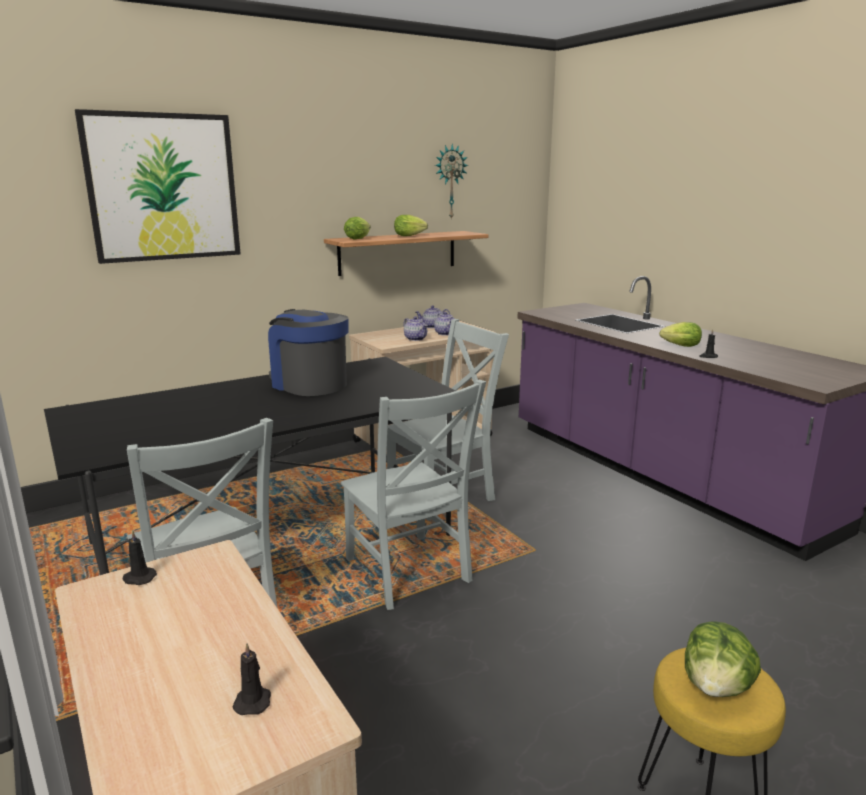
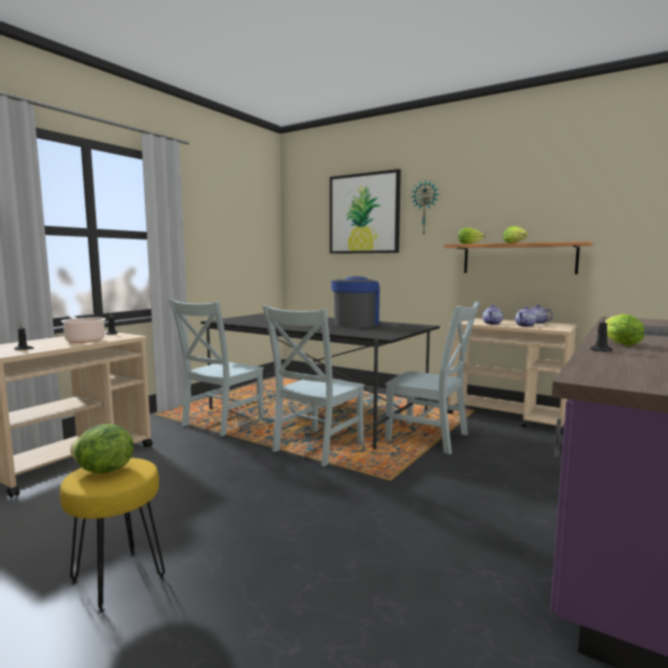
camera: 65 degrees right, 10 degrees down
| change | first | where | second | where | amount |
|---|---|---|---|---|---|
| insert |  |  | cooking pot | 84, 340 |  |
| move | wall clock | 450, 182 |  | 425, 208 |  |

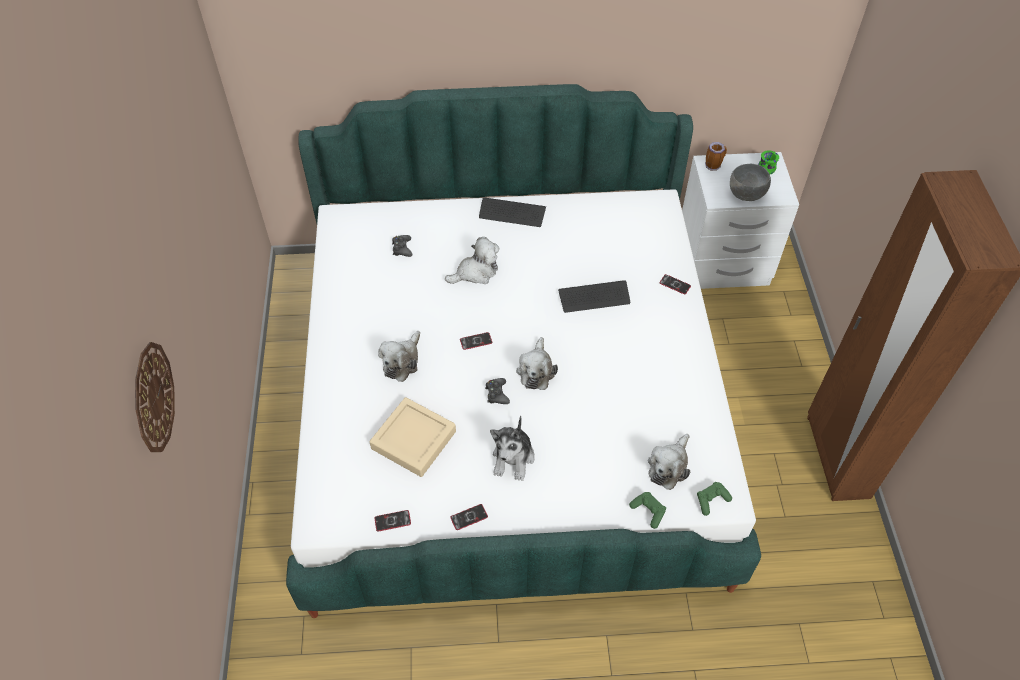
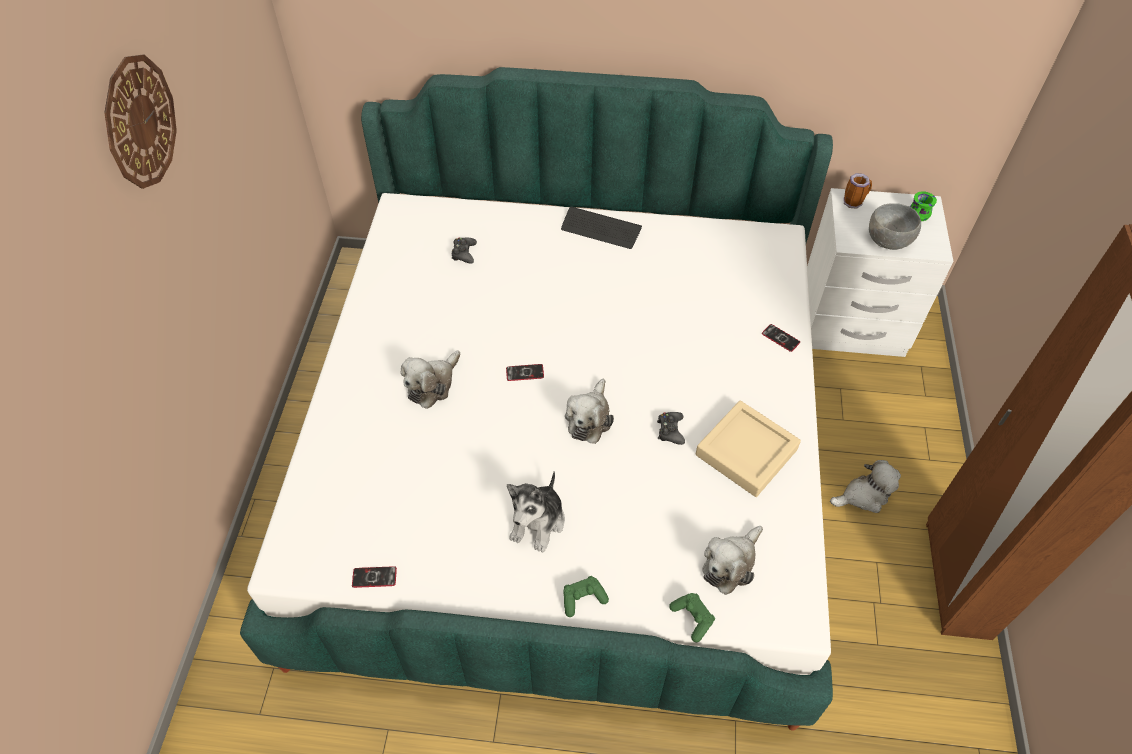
camera: 10 degrees right, 0 degrees up
| change | first | where | second | where | amount |
|---|---|---|---|---|---|
| move | wall clock | 153, 397 |  | 140, 122 |  |
| move | game controller (green) | 711, 500 |  | 583, 598 |  |
| move | game controller (black) | 497, 394 |  | 670, 430 |  |
| move | tray (beige) | 413, 440 |  | 746, 452 |  |
| move | plush toy | 476, 272 |  | 864, 495 |  |
| delete | phone | 469, 517 |  |  |  |
| delete | keyboard | 594, 297 |  |  |  |

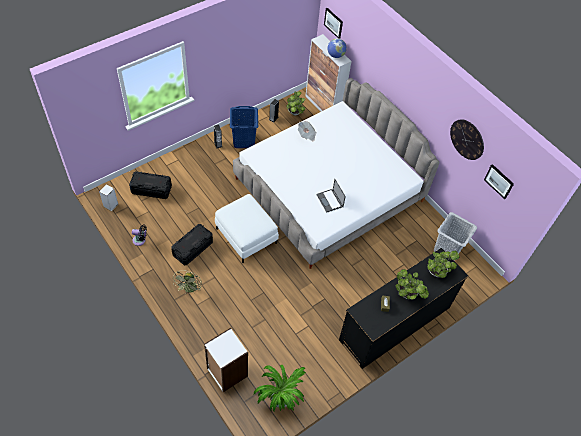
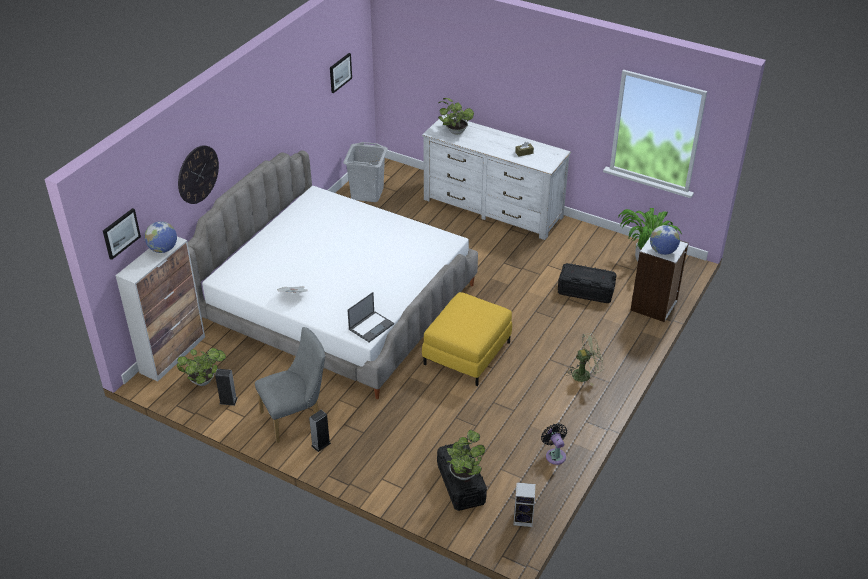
camera: 110 degrees left, 15 degrees down
| change | first | where | second | where | amount |
|---|---|---|---|---|---|
| move | wall clock | 467, 139 |  | 198, 174 |  |
| replace | laundry basket (blue) | 243, 141 | chair (grey) | 296, 417 |  |
| move | laptop | 330, 201 |  | 371, 326 |  |
| recolor | dresser (black) | 395, 323 | dresser (white) | 493, 208 |  |
| recolor | ottoman (white) | 246, 235 | ottoman (yellow) | 467, 353 |  |
| move | potted plant | 408, 294 |  | 464, 472 |  |
| move | storage box (black) | 192, 248 |  | 586, 291 |  |
| insert |  |  | globe | 662, 251 |  |

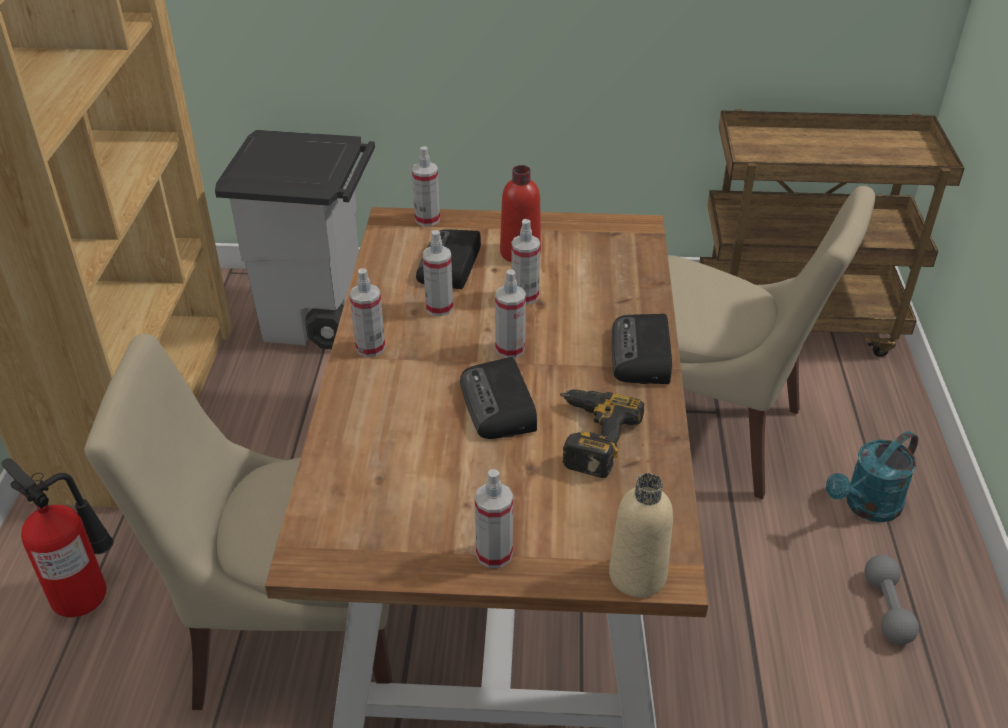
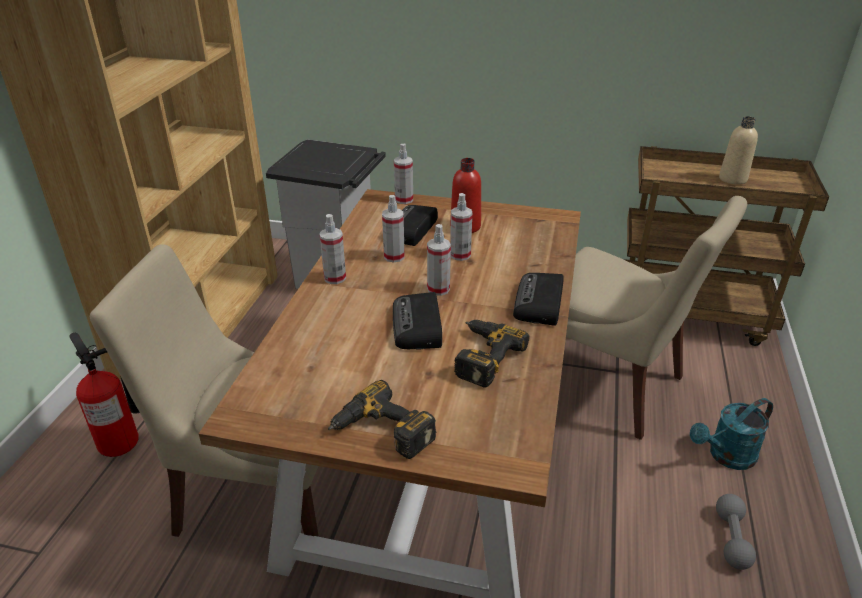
camera: 10 degrees right, 5 degrees down
| change | first | where | second | where | amount |
|---|---|---|---|---|---|
| replace | spray bottle | 494, 554 | power drill | 381, 433 |  |
| move | bottle (beige) | 637, 575 |  | 732, 179 |  |

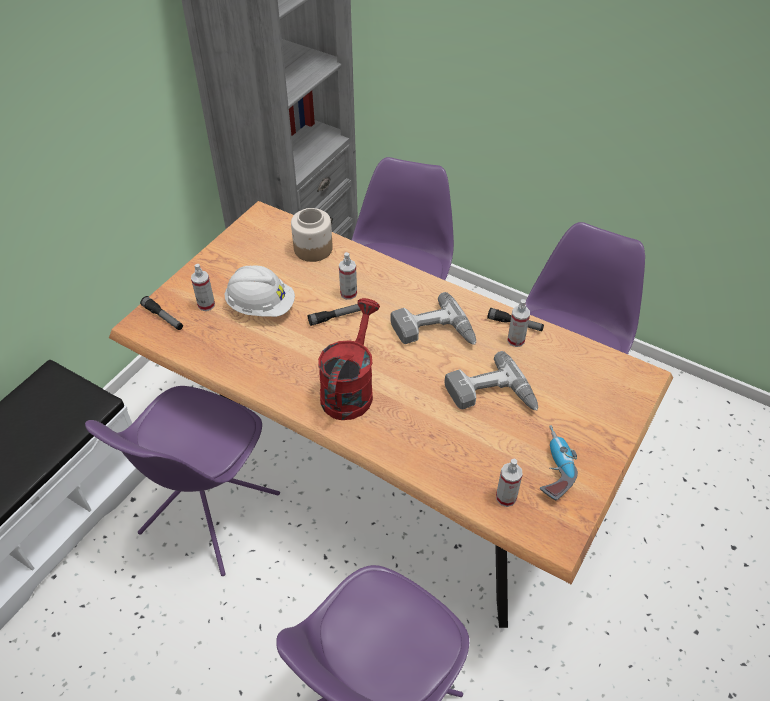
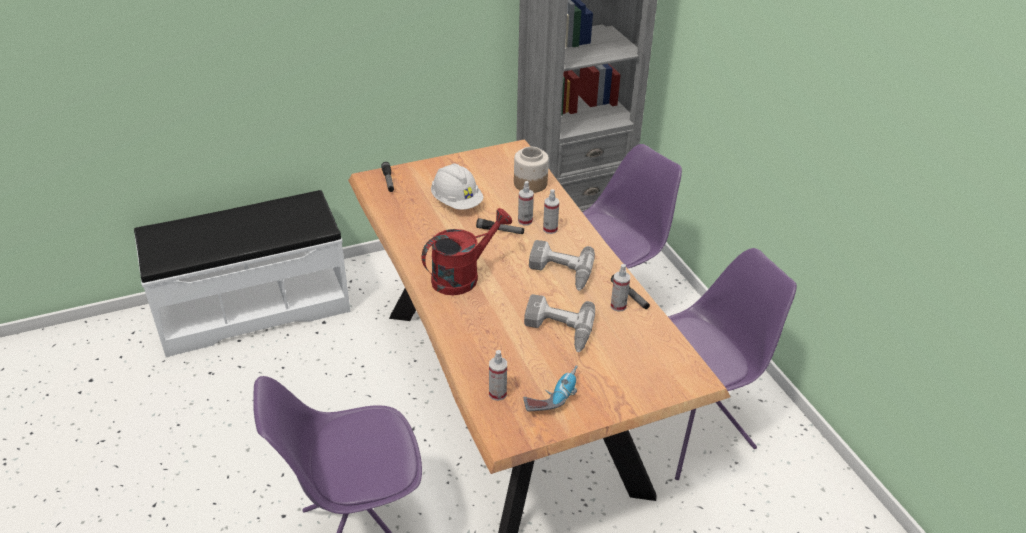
camera: 35 degrees right, 10 degrees down
| change | first | where | second | where | amount |
|---|---|---|---|---|---|
| move | spray bottle | 206, 305 |  | 550, 229 |  |
| delete | chair (purple) | 208, 515 |  |  |  |

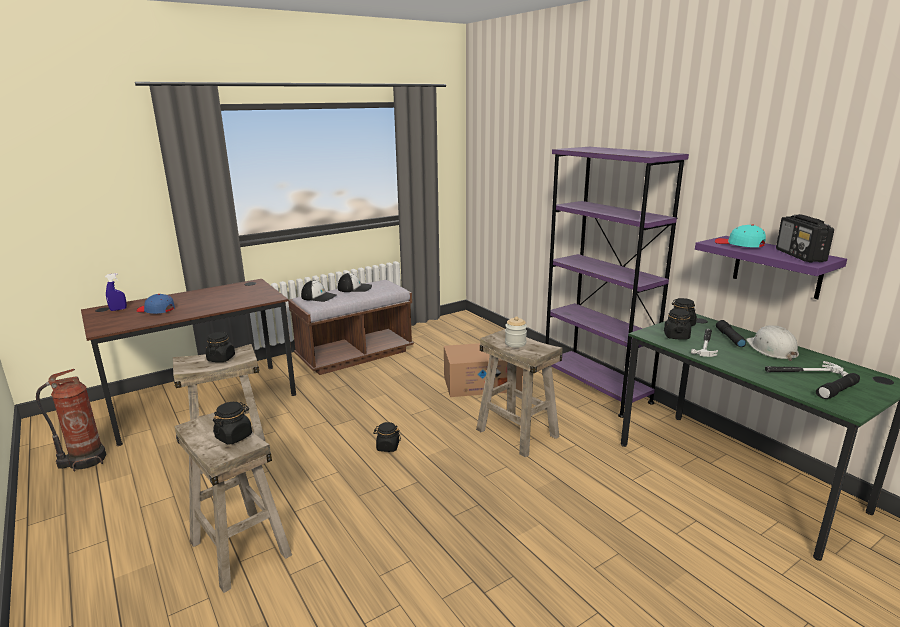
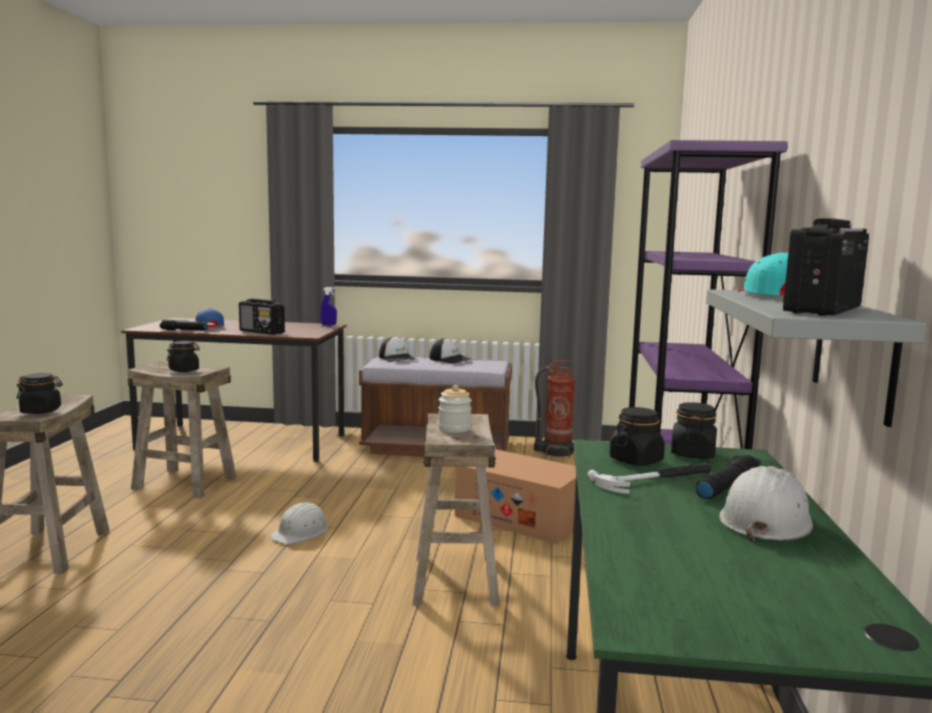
camera: 40 degrees right, 10 degrees down
| change | first | where | second | where | amount |
|---|---|---|---|---|---|
| move | flashlight (black) | 837, 391 |  | 183, 330 |  |
| insert |  |  | radio | 262, 332 |  |
| replace | jar (black) | 387, 447 | hard hat (white) | 300, 532 |  |
| move | spray bottle (blue) | 118, 309 |  | 328, 325 |  |
| move | fire extinguisher | 85, 460 |  | 555, 452 |  |
| recolor | shelf (purple) | 777, 267 | shelf (grey) | 854, 353 |  |
| delete | hammer | 802, 372 |  |  |  |

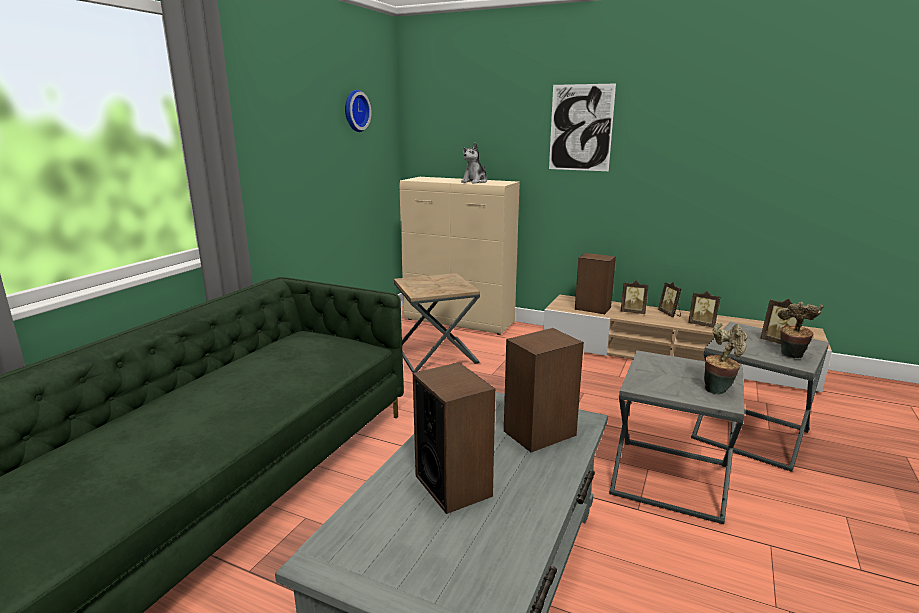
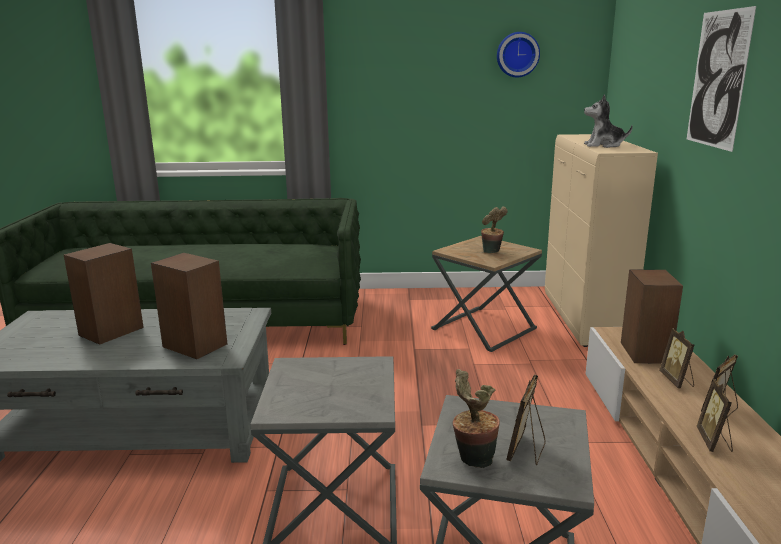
camera: 65 degrees right, 0 degrees up
| change | first | where | second | where | amount |
|---|---|---|---|---|---|
| move | potted plant | 719, 389 |  | 492, 252 |  |

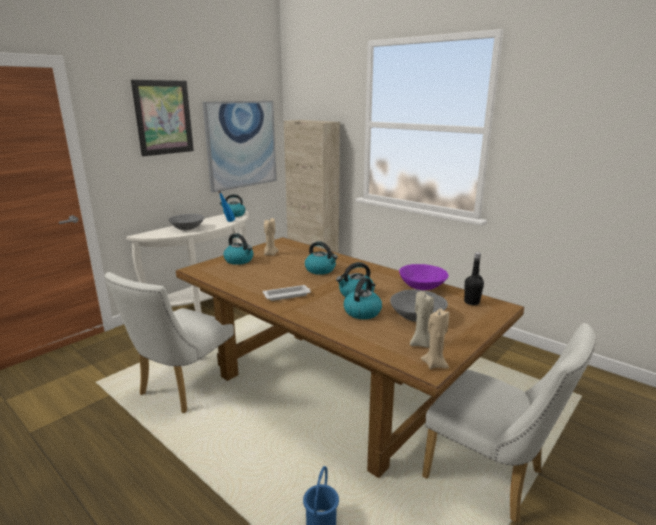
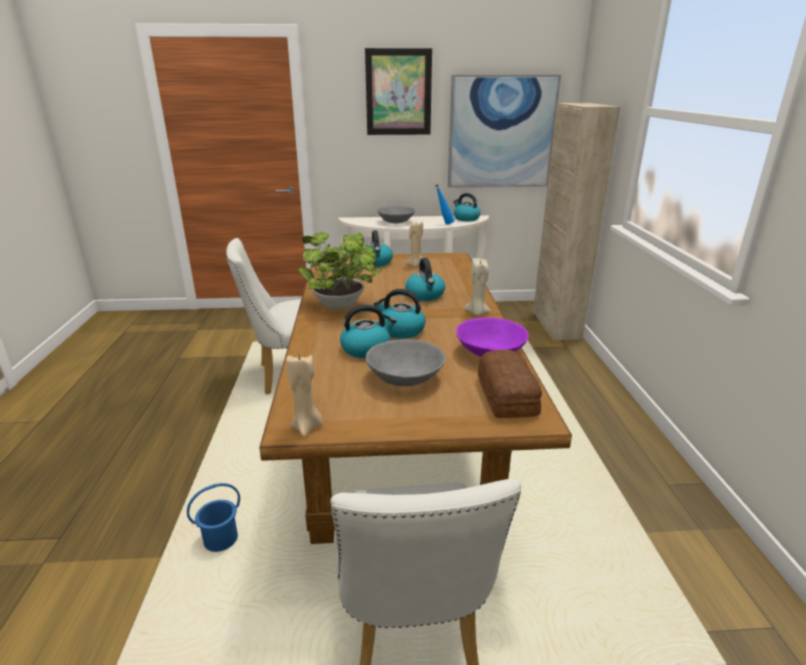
camera: 45 degrees right, 5 degrees up
| change | first | where | second | where | amount |
|---|---|---|---|---|---|
| replace | tray (white) | 287, 295 | potted plant | 342, 307 |  |
| move | candle (beige) | 421, 344 |  | 477, 313 |  |
| replace | bottle (black) | 471, 302 | bread | 507, 395 |  |

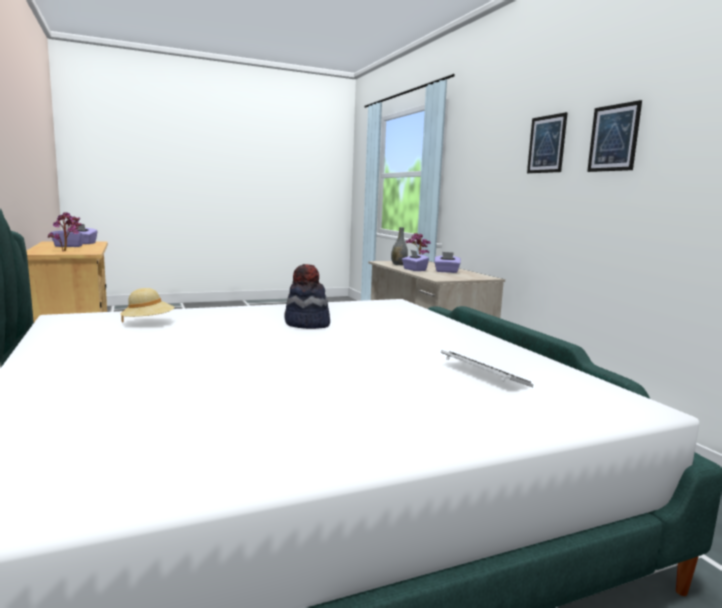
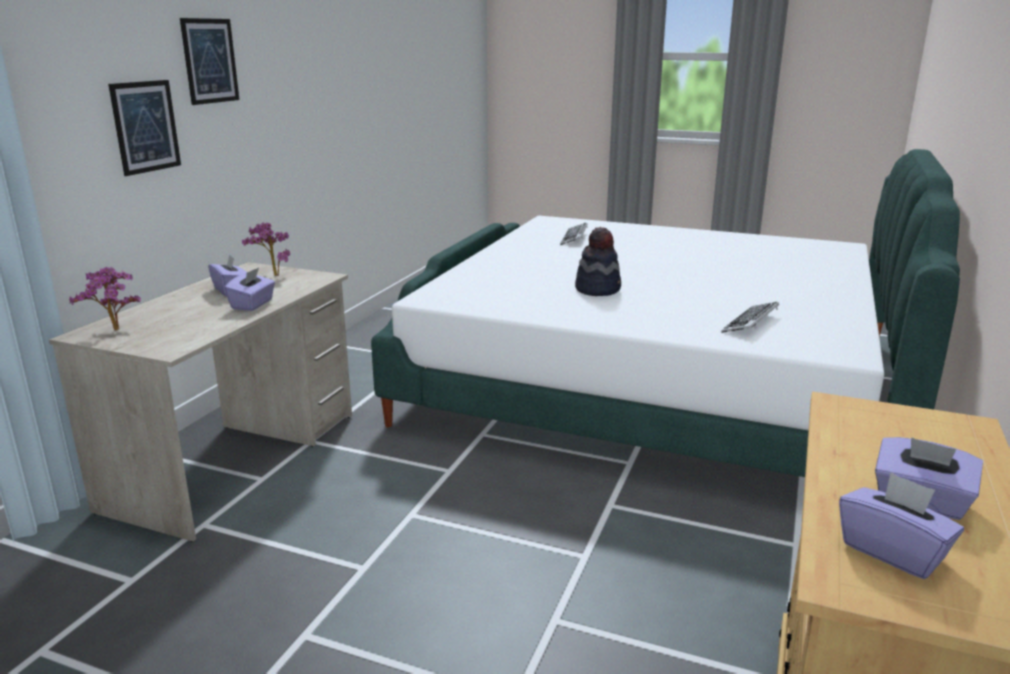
camera: 135 degrees left, 10 degrees up
| change | first | where | second | where | amount |
|---|---|---|---|---|---|
| move | picture | 613, 138 |  | 146, 126 |  |
| move | potted plant | 67, 251 |  | 272, 275 |  |
| replace | hat (beige) | 148, 323 | keyboard | 750, 323 |  |
| delete | vase (grey) | 398, 264 |  |  |  |

